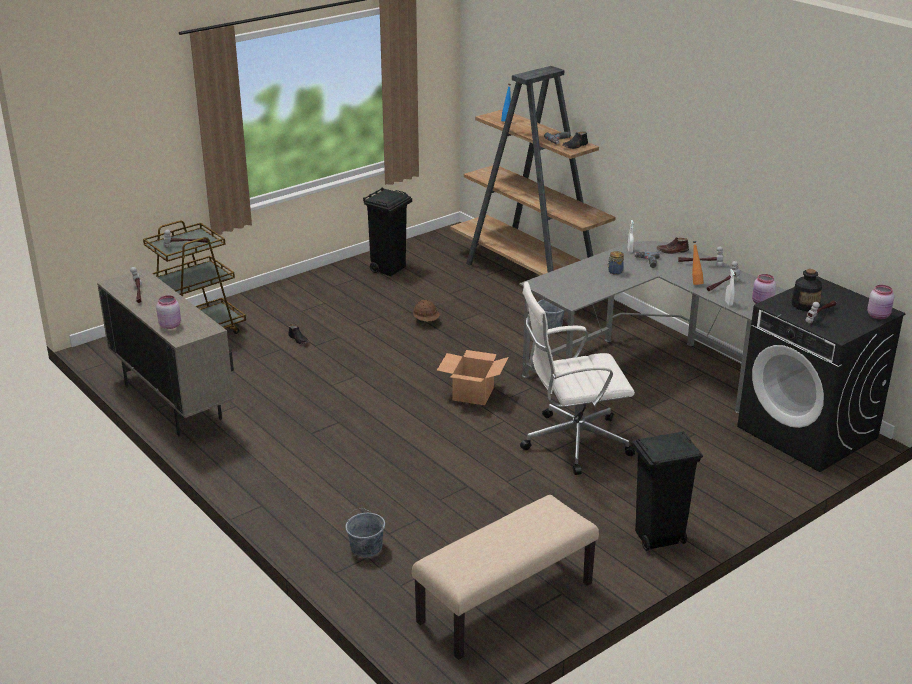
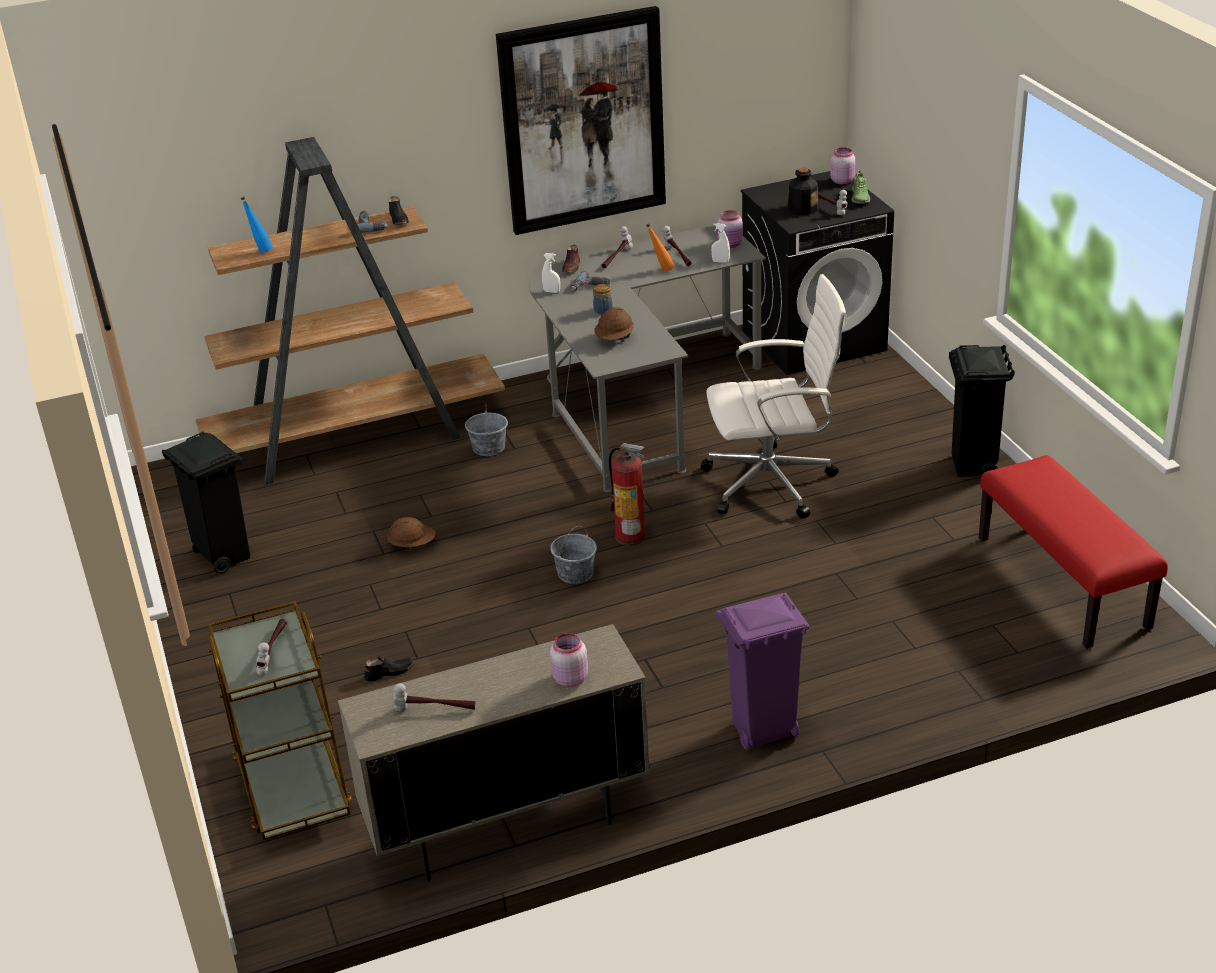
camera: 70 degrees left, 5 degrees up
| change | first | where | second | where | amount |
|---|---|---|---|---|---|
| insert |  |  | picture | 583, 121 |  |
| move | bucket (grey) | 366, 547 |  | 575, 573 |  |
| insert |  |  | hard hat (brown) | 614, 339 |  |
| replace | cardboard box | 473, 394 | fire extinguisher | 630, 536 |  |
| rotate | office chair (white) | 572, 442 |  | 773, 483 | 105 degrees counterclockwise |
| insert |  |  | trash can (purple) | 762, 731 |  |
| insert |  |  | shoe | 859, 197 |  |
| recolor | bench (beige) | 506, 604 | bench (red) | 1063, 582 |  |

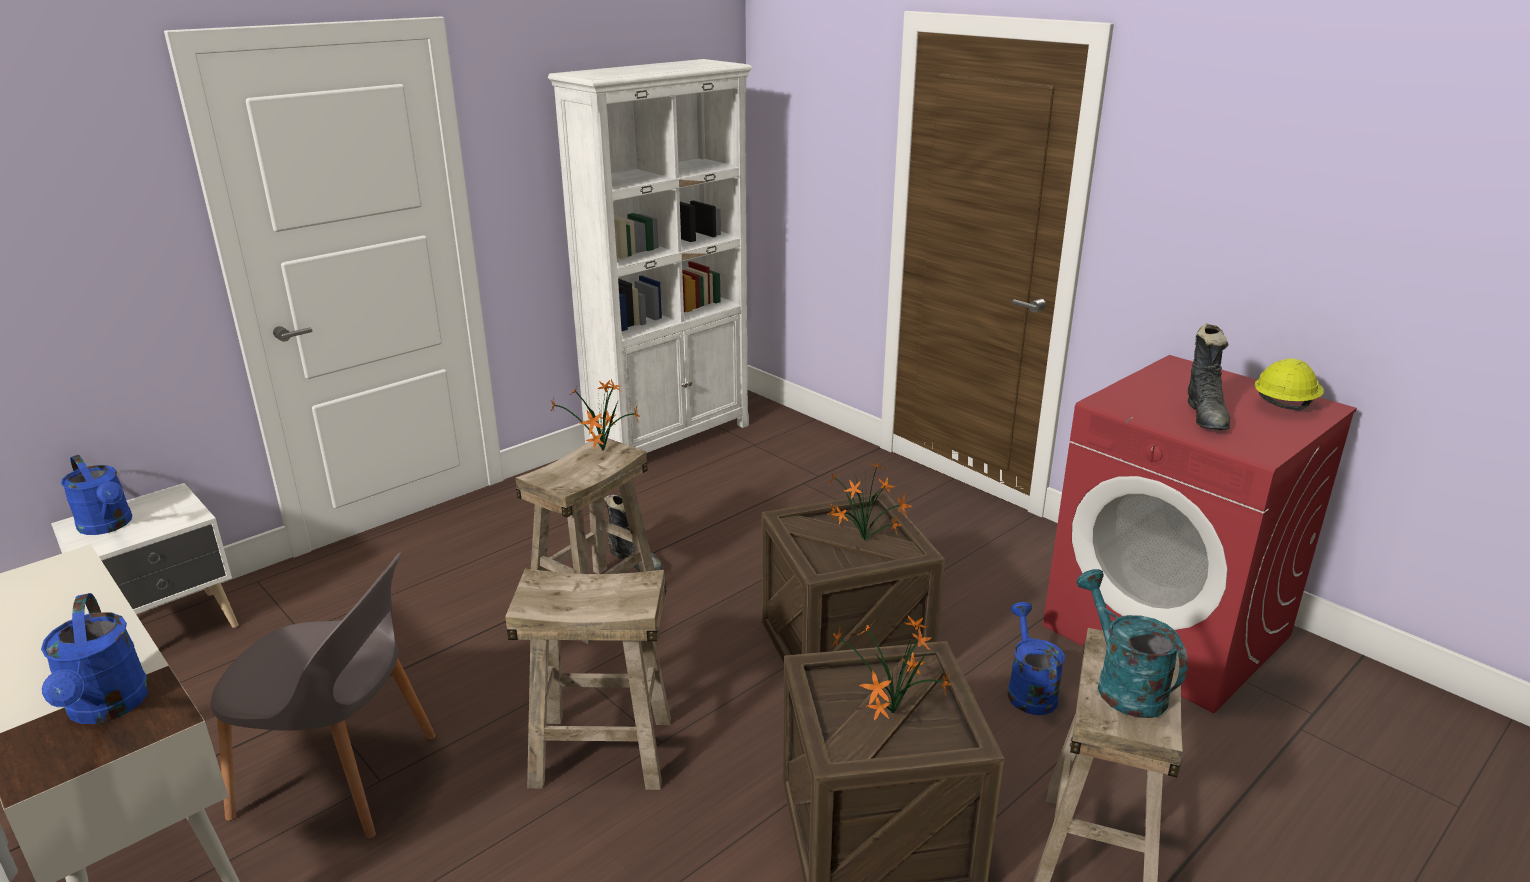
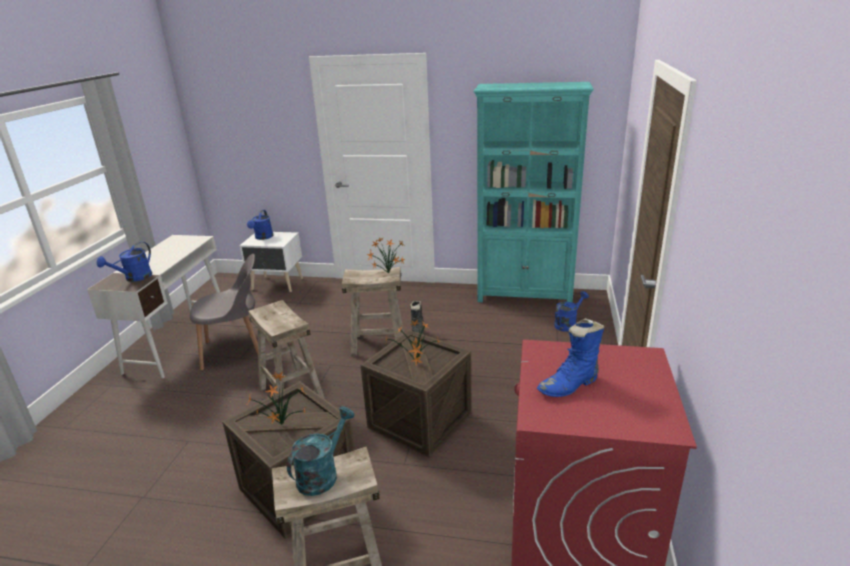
camera: 55 degrees right, 0 degrees up
| change | first | where | second | where | amount |
|---|---|---|---|---|---|
| rotate | chair (grey) | 341, 777 |  | 236, 351 | 75 degrees counterclockwise |
| recolor | bookcase (white) | 670, 438 | bookcase (turquoise) | 525, 296 |  |
| recolor | boot (black) | 1206, 416 | boot (blue) | 570, 385 |  |
| move | watering can (blue) | 1028, 689 |  | 567, 324 |  |
| delete | hard hat (yellow) | 1284, 405 |  |  |  |

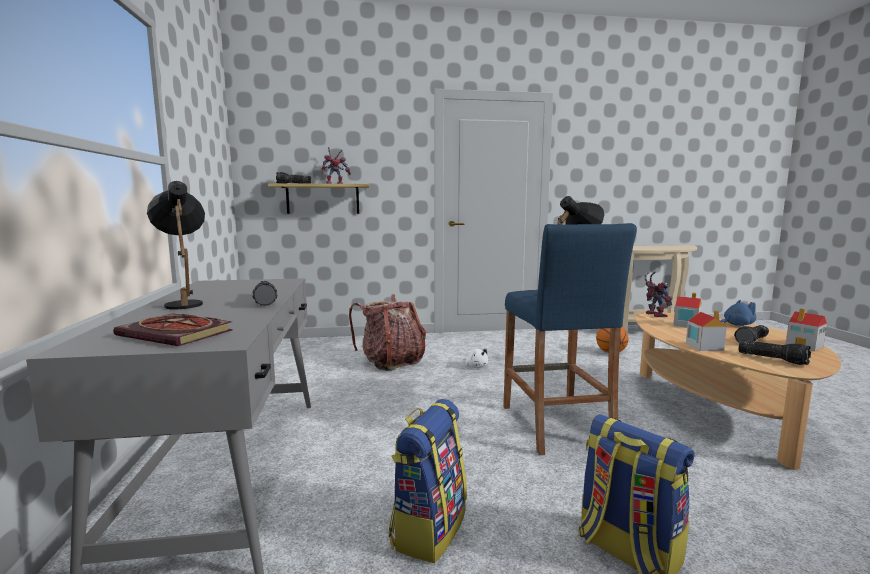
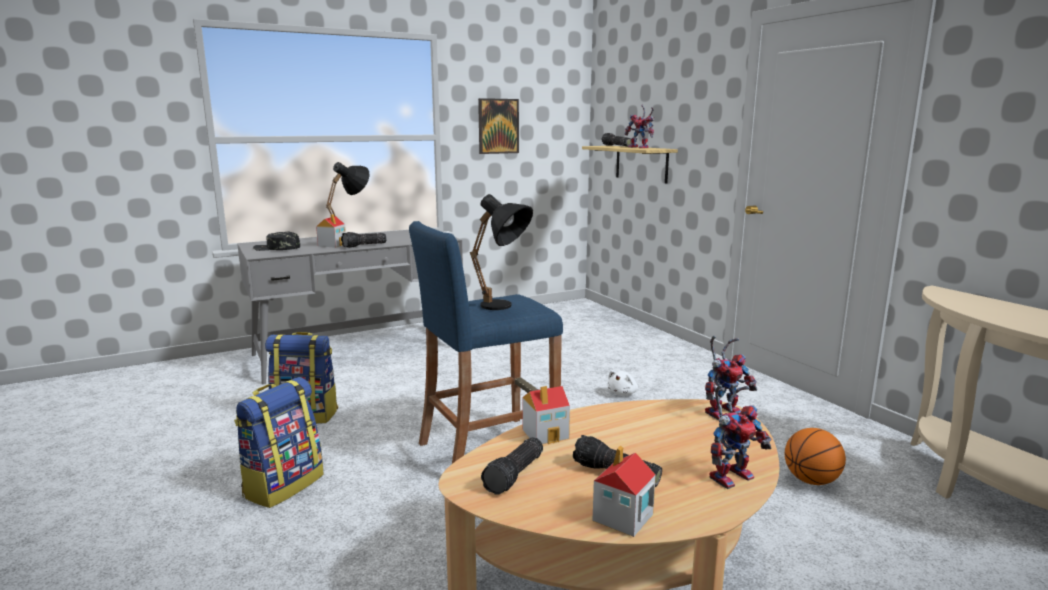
camera: 70 degrees right, 5 degrees up
| change | first | where | second | where | amount |
|---|---|---|---|---|---|
| replace | book | 179, 333 | cap (black) | 277, 248 |  |
| move | toy house | 685, 325 |  | 332, 245 |  |
| insert |  |  | picture | 498, 126 |  |
| replace | plush toy (blue) | 736, 325 | toy robot | 731, 475 |  |
| delete | backpack | 391, 362 |  |  |  |

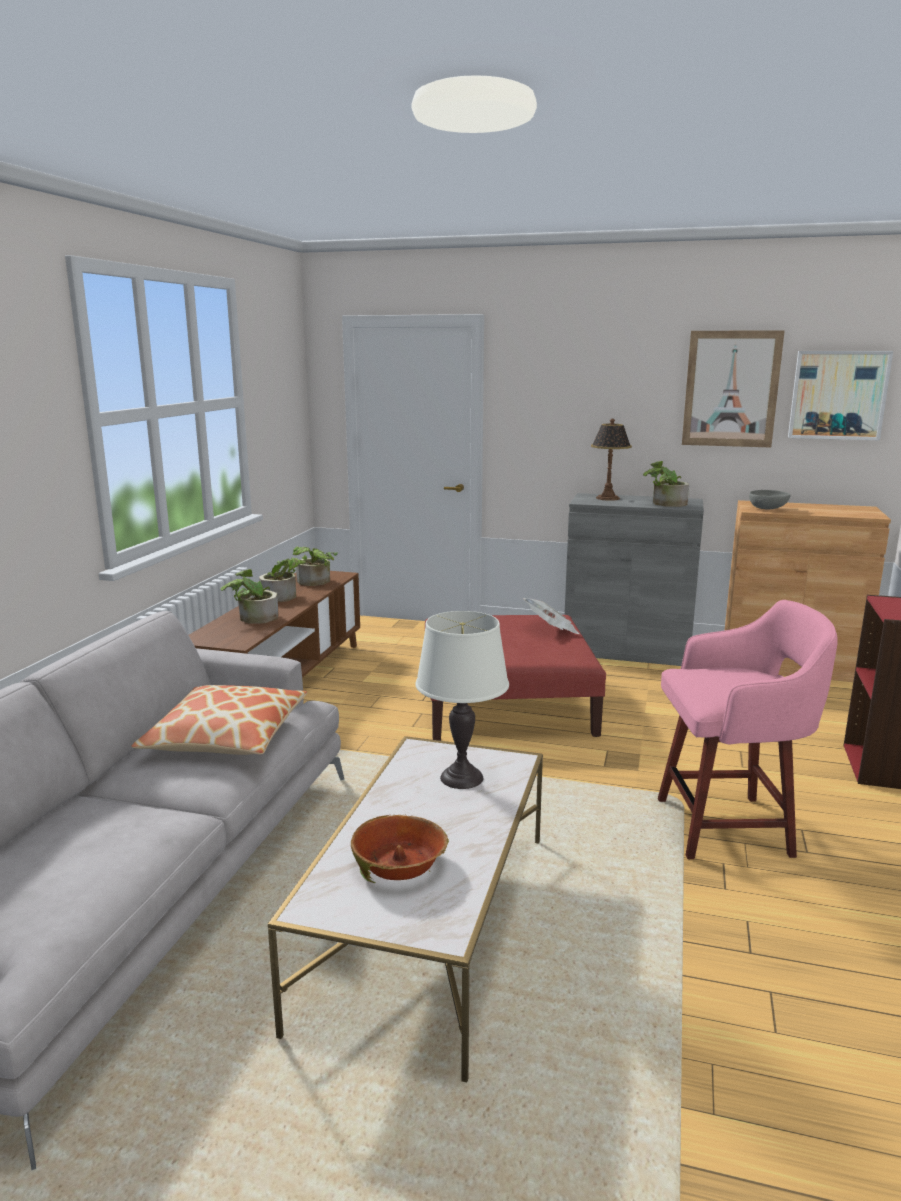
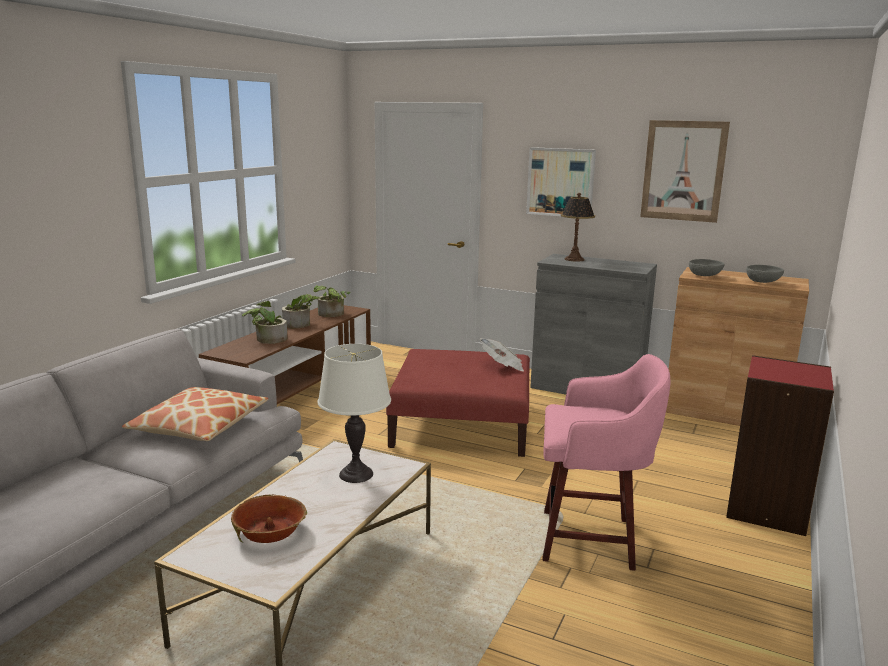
camera: 10 degrees right, 0 degrees up
| change | first | where | second | where | amount |
|---|---|---|---|---|---|
| move | picture | 838, 395 |  | 560, 182 |  |
| insert |  |  | bowl (grey) | 763, 282 |  |
| delete | potted plant | 664, 503 |  |  |  |

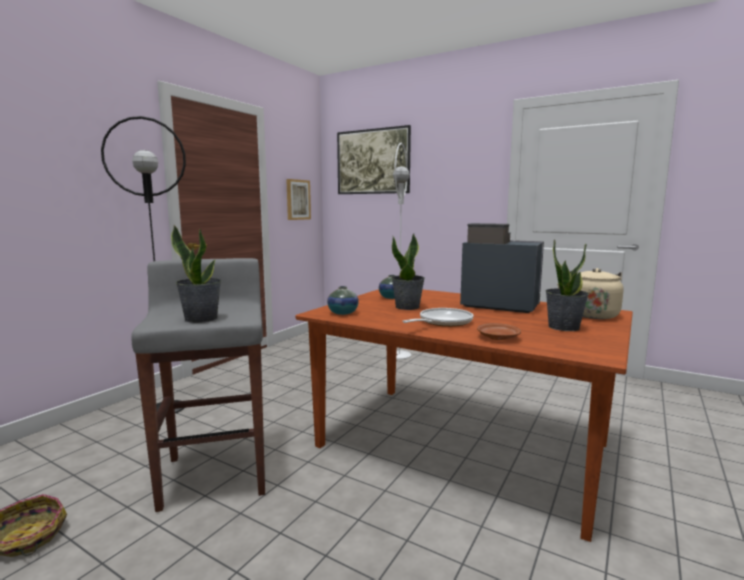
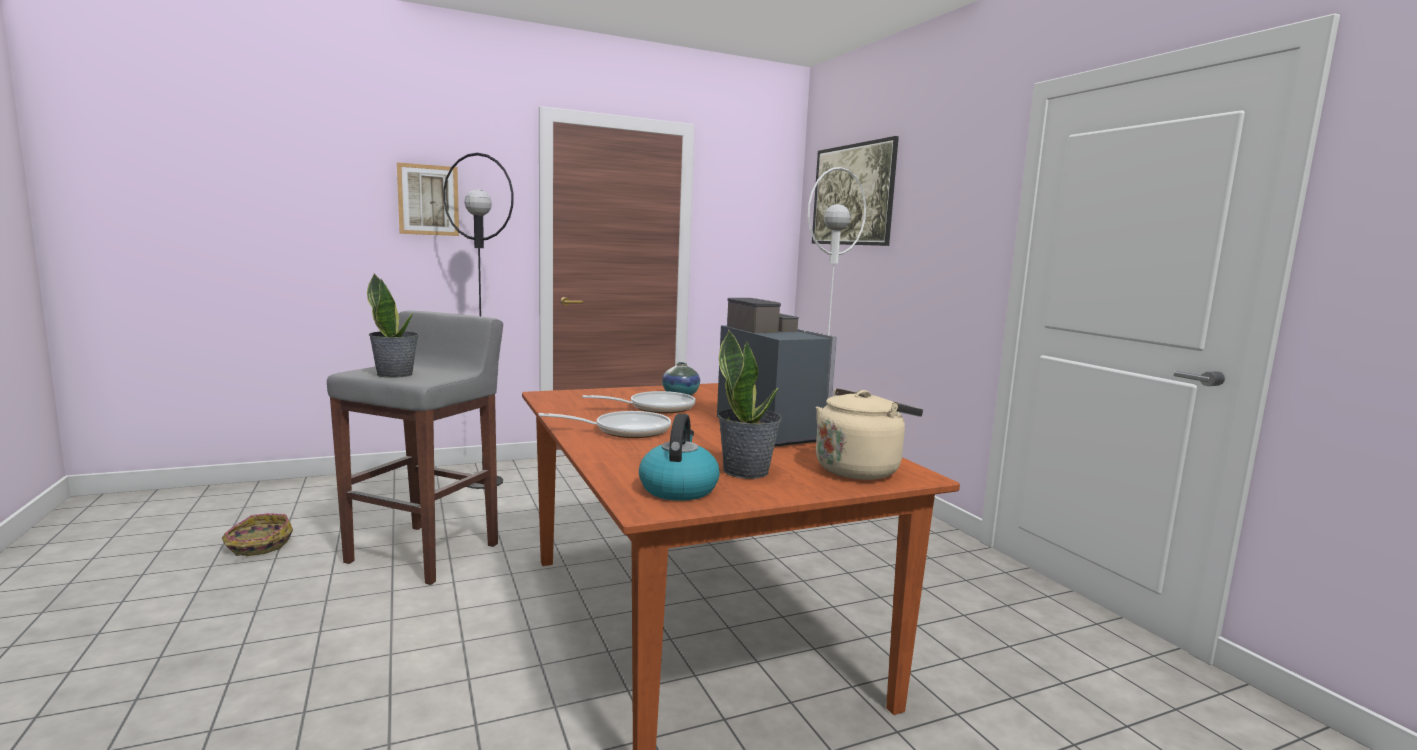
camera: 35 degrees right, 0 degrees up
| change | first | where | second | where | amount |
|---|---|---|---|---|---|
| move | picture | 297, 199 |  | 428, 200 |  |
| replace | potted plant | 407, 307 | frying pan | 656, 408 |  |
| insert |  |  | kettle | 678, 488 |  |
| delete | vase | 343, 313 |  |  |  |
| delete | plate (brown) | 498, 337 |  |  |  |

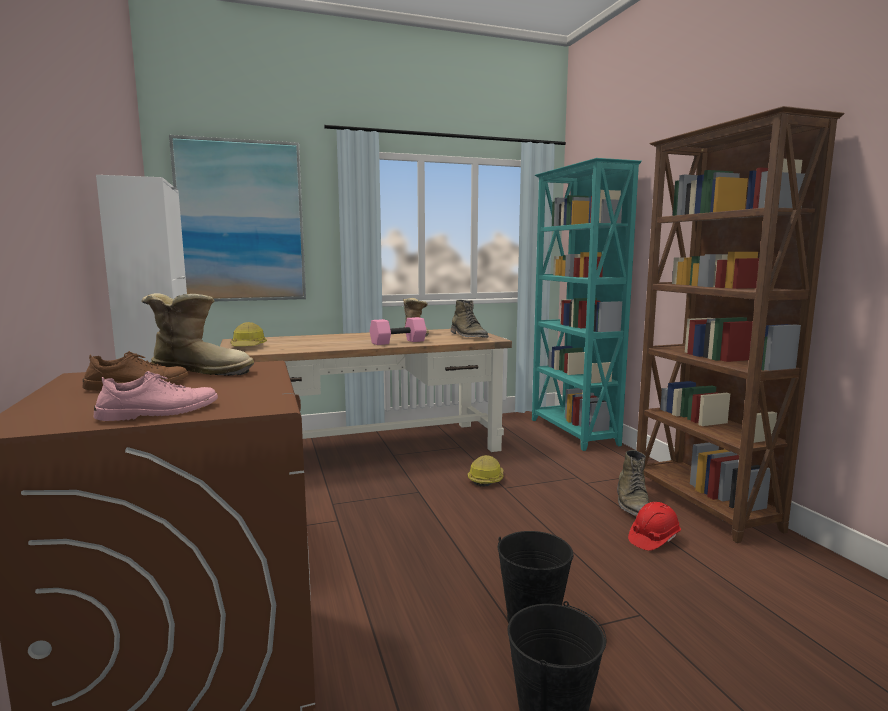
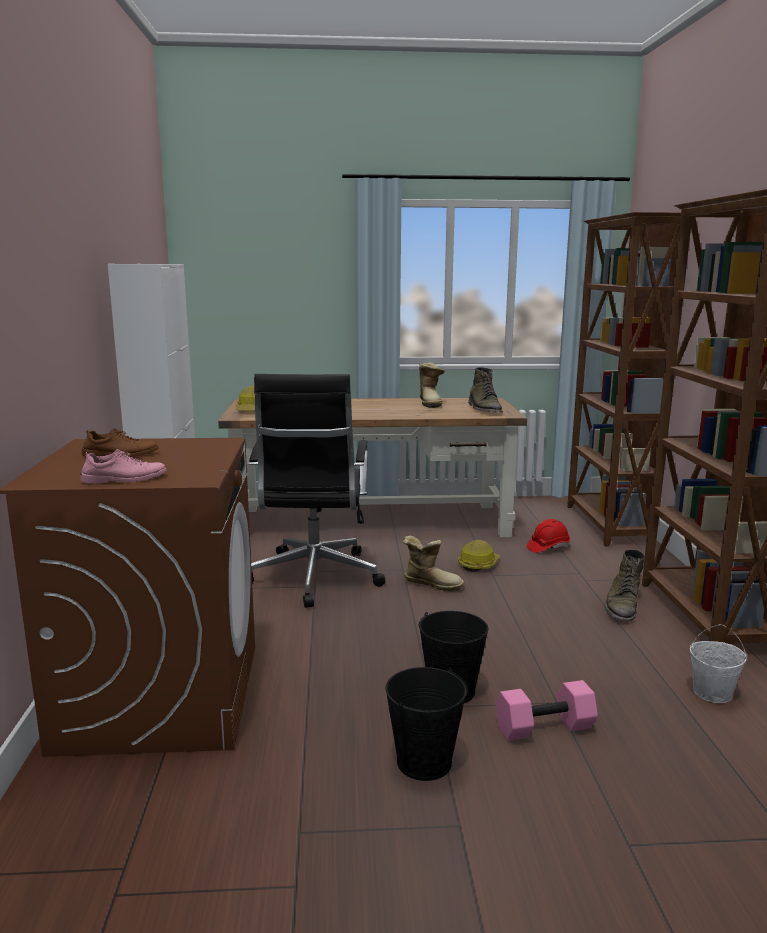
camera: 15 degrees right, 5 degrees up
| change | first | where | second | where | amount |
|---|---|---|---|---|---|
| insert |  |  | office chair (black) | 313, 578 |  |
| move | boot | 201, 371 |  | 431, 583 |  |
| move | dumbbell (pink) | 398, 342 |  | 544, 728 |  |
| move | hard hat (red) | 653, 539 |  | 548, 547 |  |
| recolor | bookcase (turquoise) | 573, 432 | bookcase (brown) | 607, 525 |  |
| insert |  |  | bucket (white) | 712, 692 |  |
| delete | picture | 241, 222 |  |  |  |

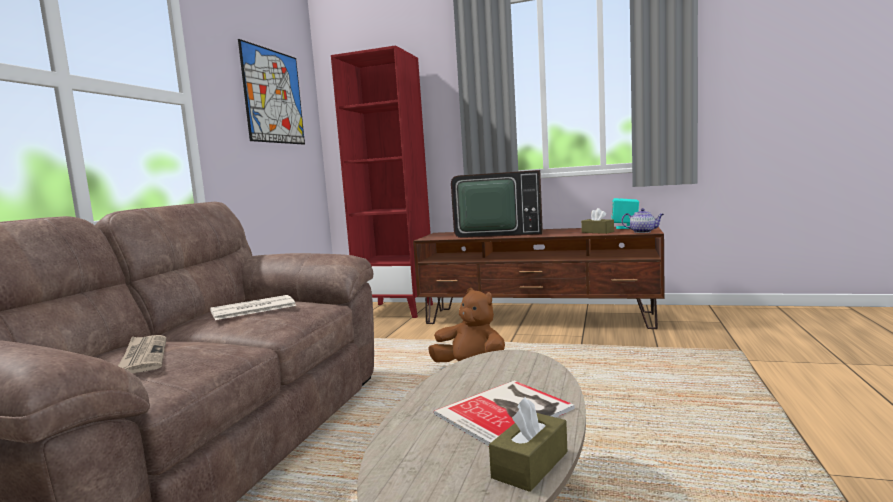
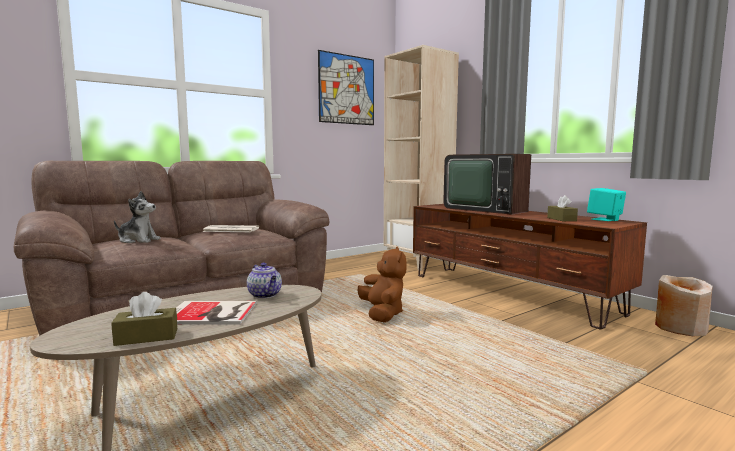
camera: 35 degrees right, 0 degrees up
| change | first | where | second | where | amount |
|---|---|---|---|---|---|
| replace | newspaper | 144, 356 | plush toy | 138, 240 |  |
| move | teapot | 643, 232 |  | 265, 295 |  |
| recolor | bookcase (red) | 397, 310 | bookcase (beige) | 418, 263 |  |
| insert |  |  | vase (beige) | 680, 328 |  |

